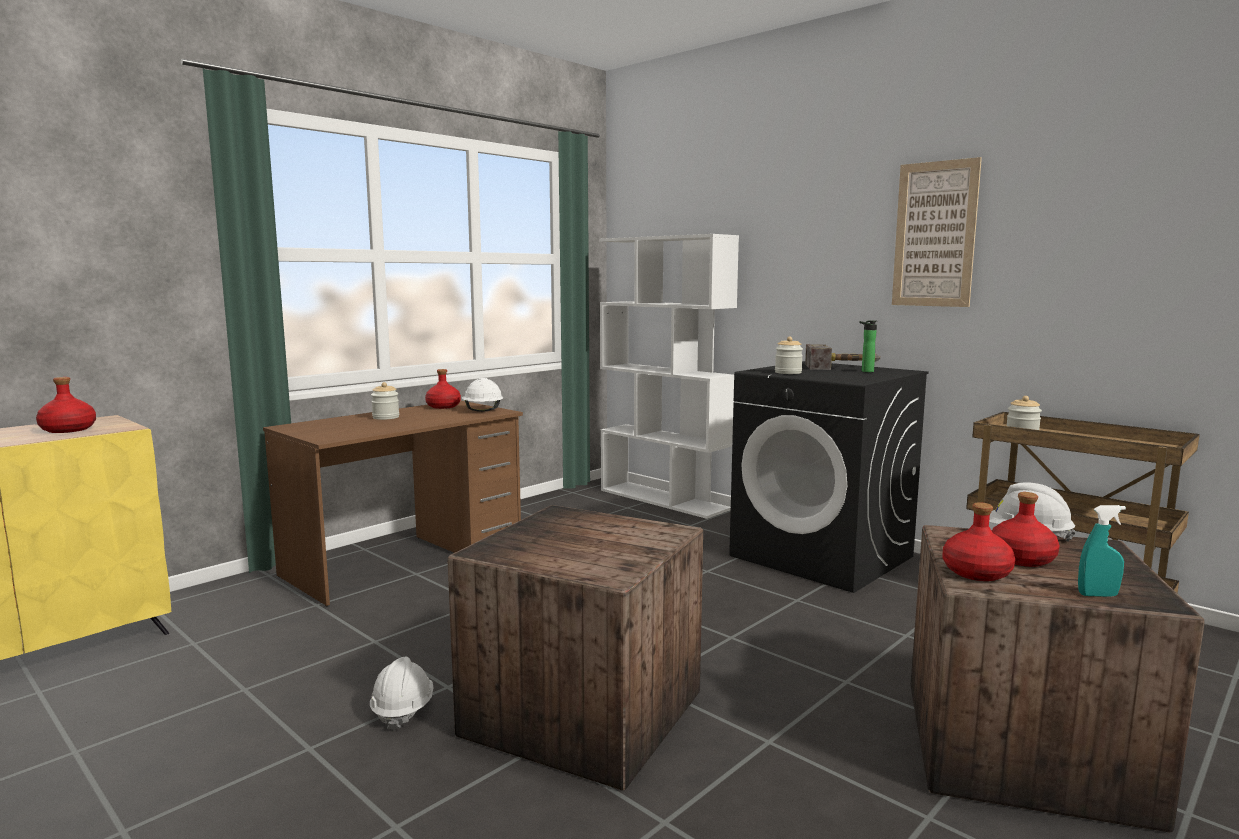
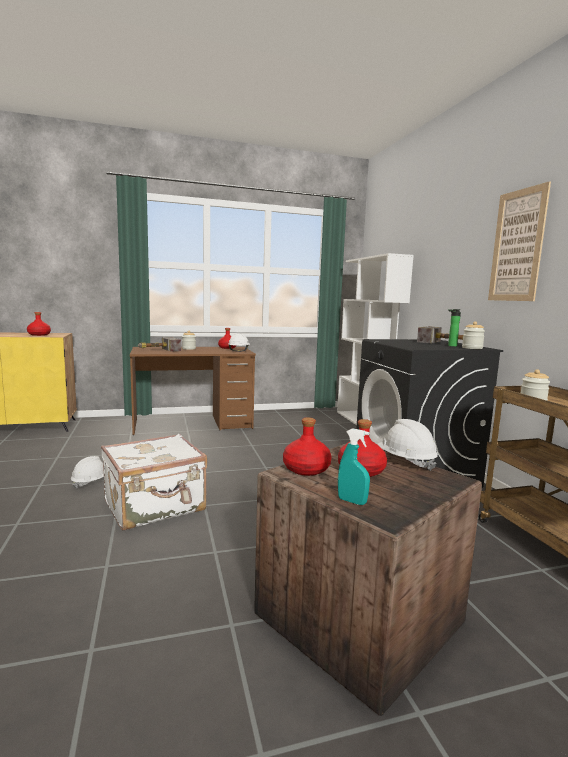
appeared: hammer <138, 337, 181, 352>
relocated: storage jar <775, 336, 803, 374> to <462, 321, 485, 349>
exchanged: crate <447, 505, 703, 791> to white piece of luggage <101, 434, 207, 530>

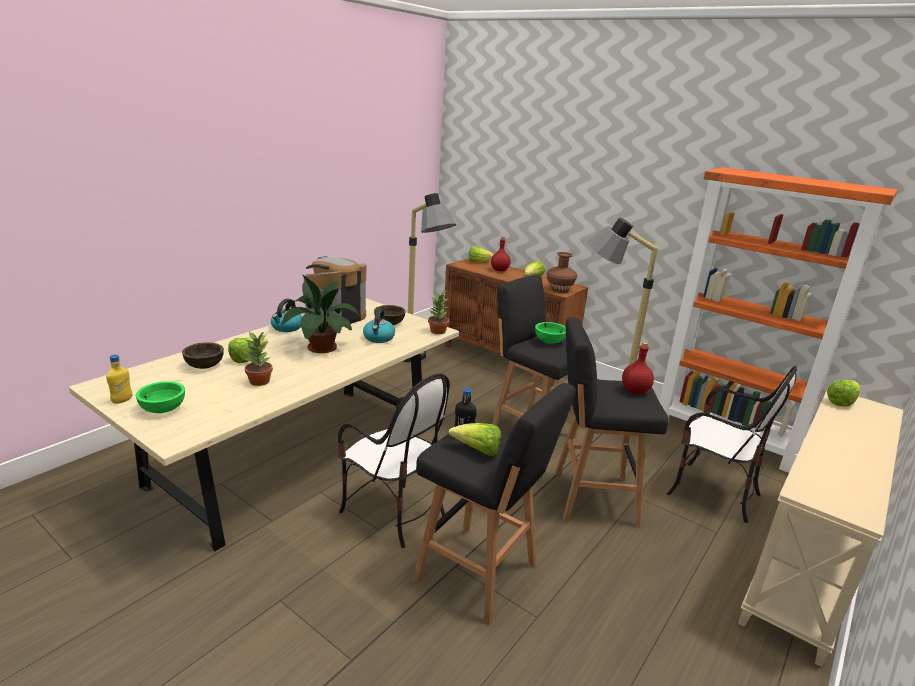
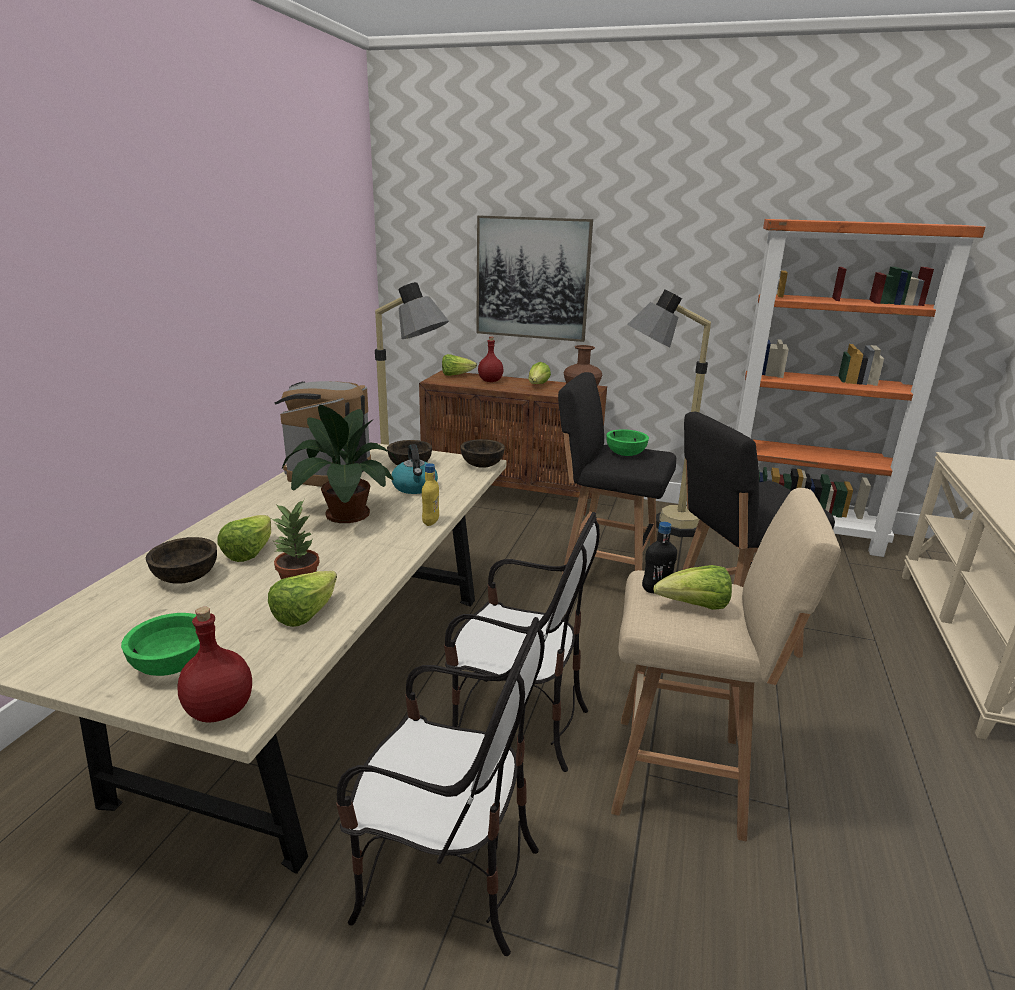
missing: water kettle <271, 299, 302, 332>
appeared: wall picture <476, 216, 593, 342>
relocated: yellow-coloured bottle <106, 354, 132, 404> to <422, 463, 439, 526>; red bottle <622, 342, 654, 394> to <178, 607, 252, 723>; upright chair <667, 366, 797, 523> to <336, 617, 545, 956>; head of lettuce <827, 380, 860, 407> to <268, 571, 337, 627>
exchanged: plant in a pot <428, 290, 449, 334> to brown-coloured deep dish <461, 439, 505, 468>
colour: black-coloured stool seat <413, 383, 576, 625> to beige stool seat <611, 488, 841, 841>

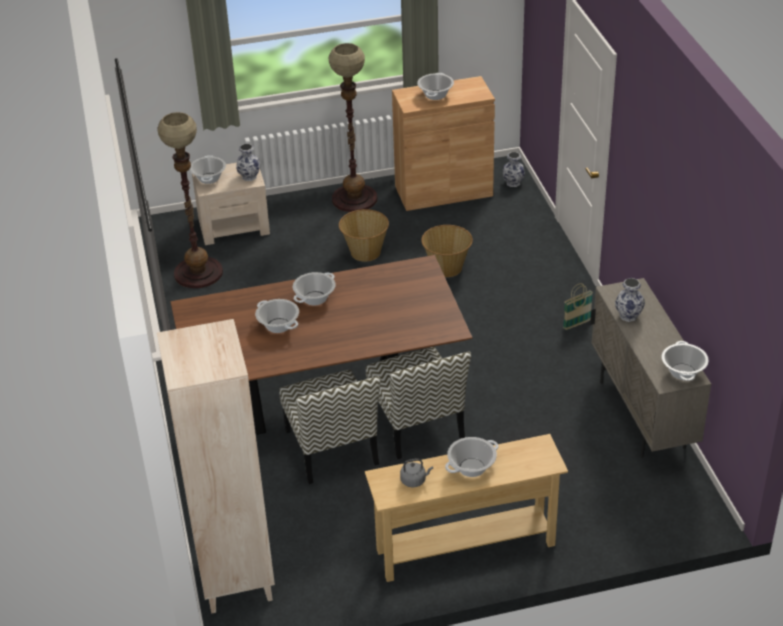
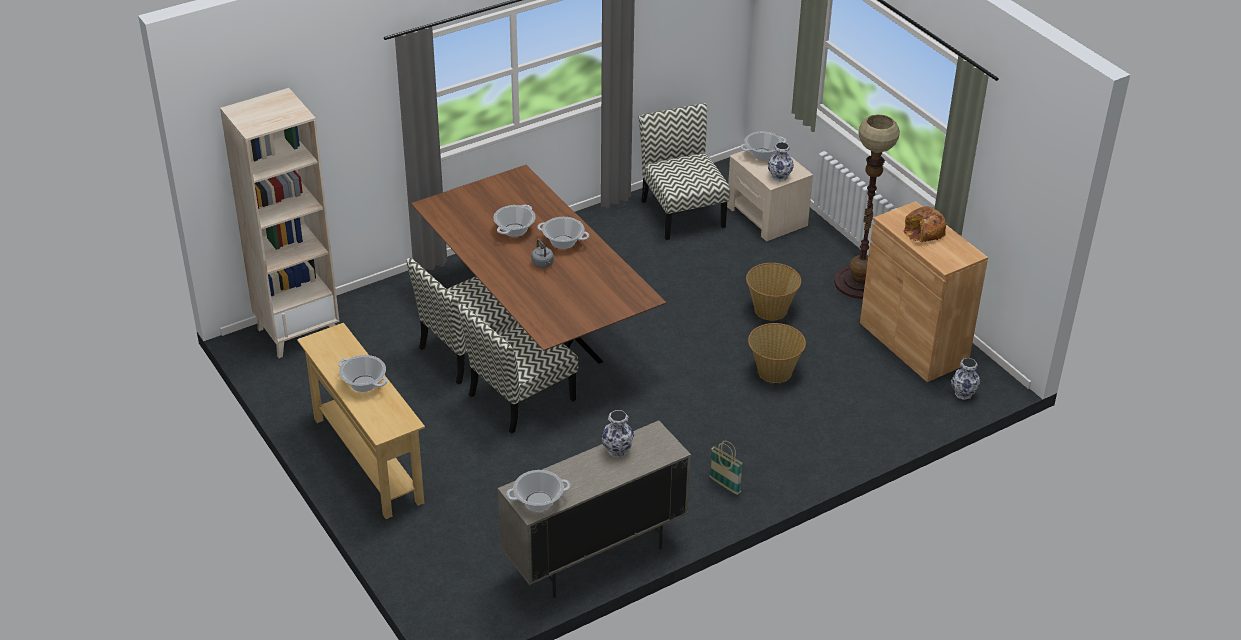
relocated: gray water kettle <400, 458, 433, 487> to <531, 239, 554, 268>
exchanged: standing lamp <157, 112, 223, 288> to upright chair <639, 103, 730, 240>; cooking pot <417, 73, 454, 100> to bread <903, 206, 946, 243>

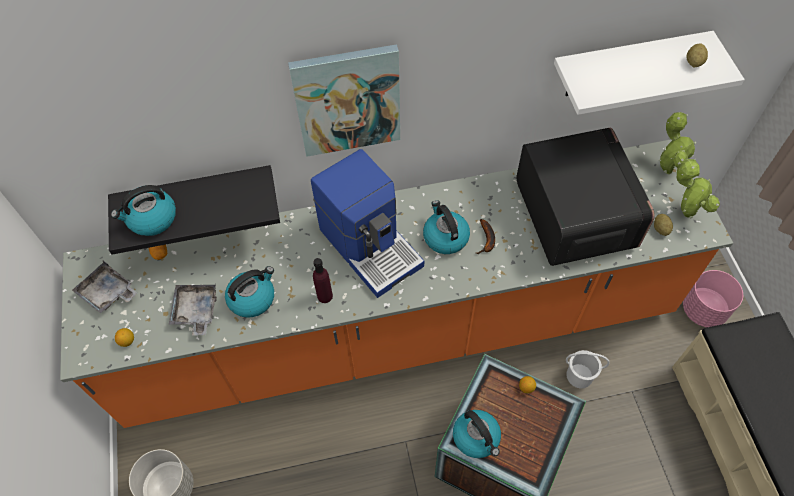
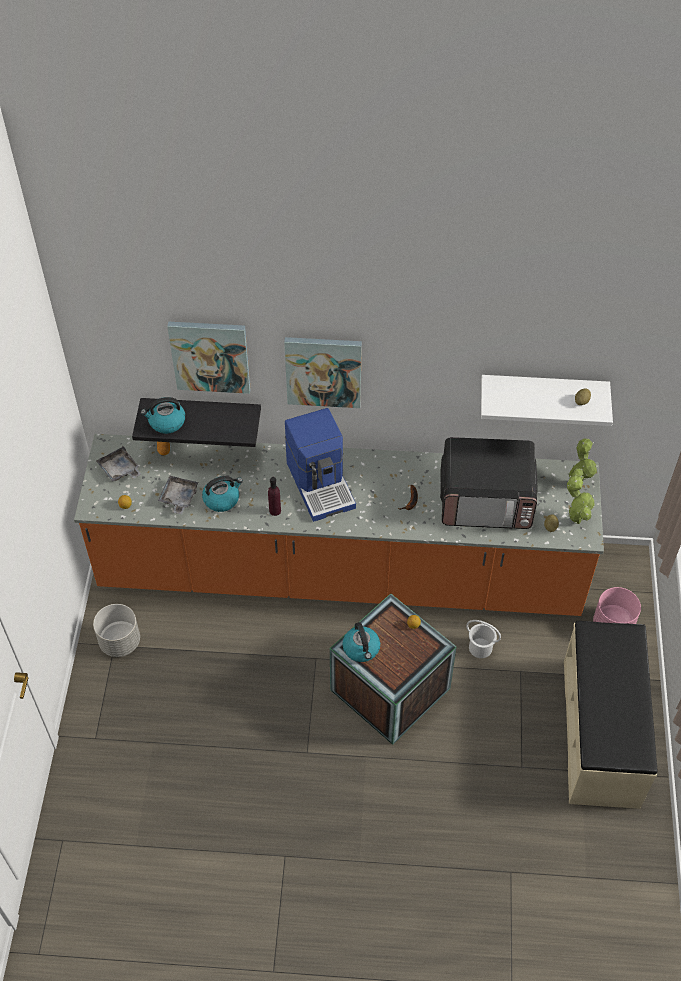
missing: water kettle <423, 200, 470, 254>
appeared: wall picture <167, 322, 251, 394>
spun: microwave oven <517, 127, 655, 266> = <440, 437, 538, 529> 90 degrees clockwise

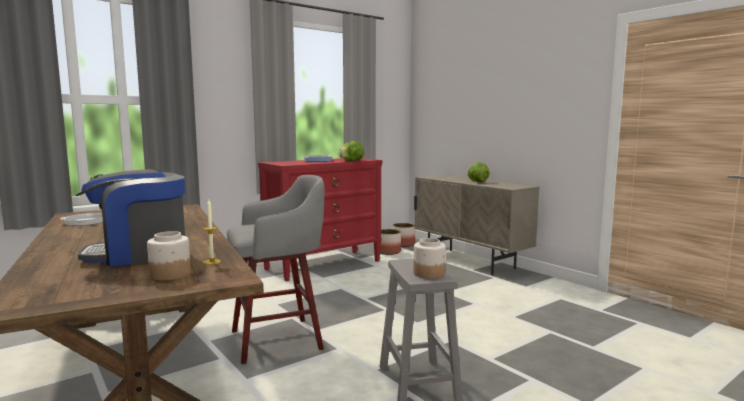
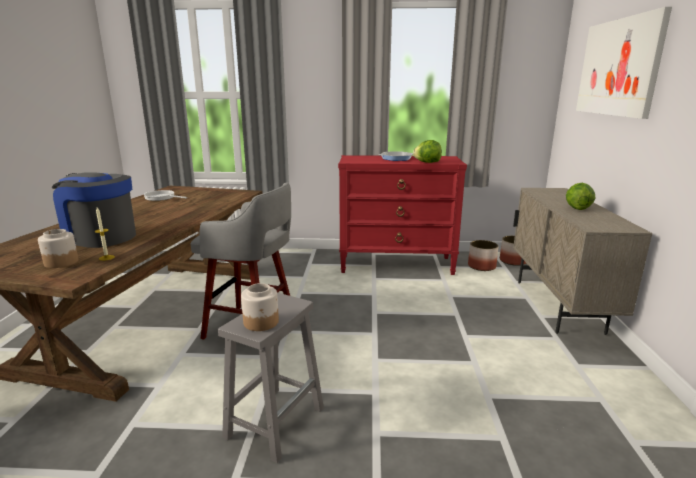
appeared: wall picture <576, 7, 672, 119>

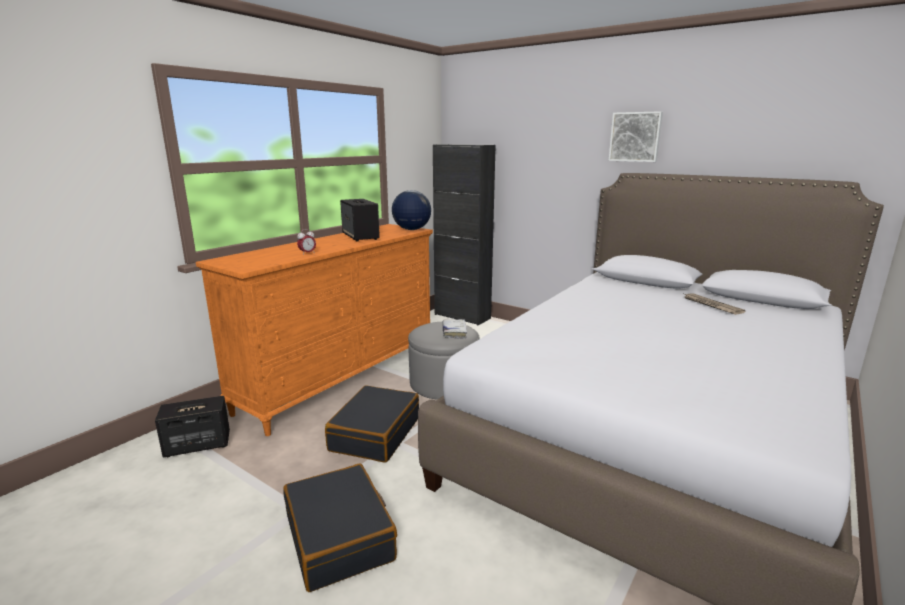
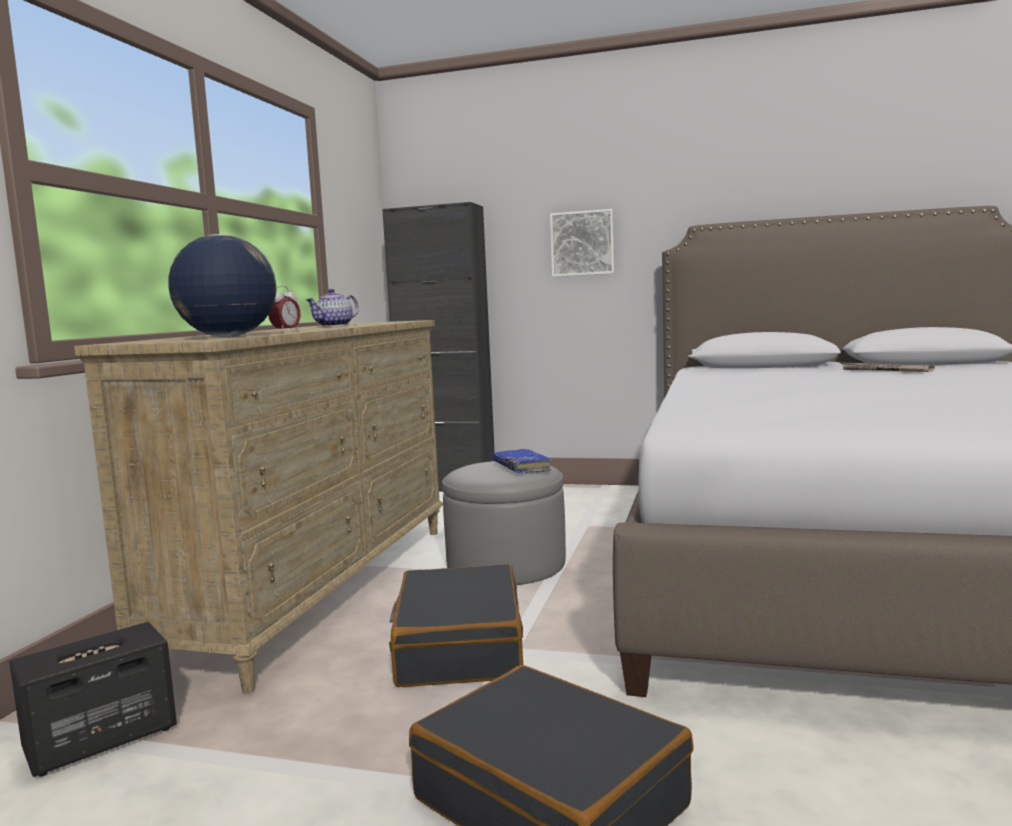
relocated: desk globe <392, 190, 431, 230> to <168, 234, 276, 337>; wall picture <608, 111, 663, 162> to <550, 209, 615, 277>
exchanged: speaker <340, 199, 380, 242> to tea pot <306, 289, 359, 327>
colour: orange chest of drawers <196, 224, 433, 436> to beige chest of drawers <74, 320, 443, 694>; white volume <443, 319, 467, 339> to blue volume <493, 449, 552, 473>

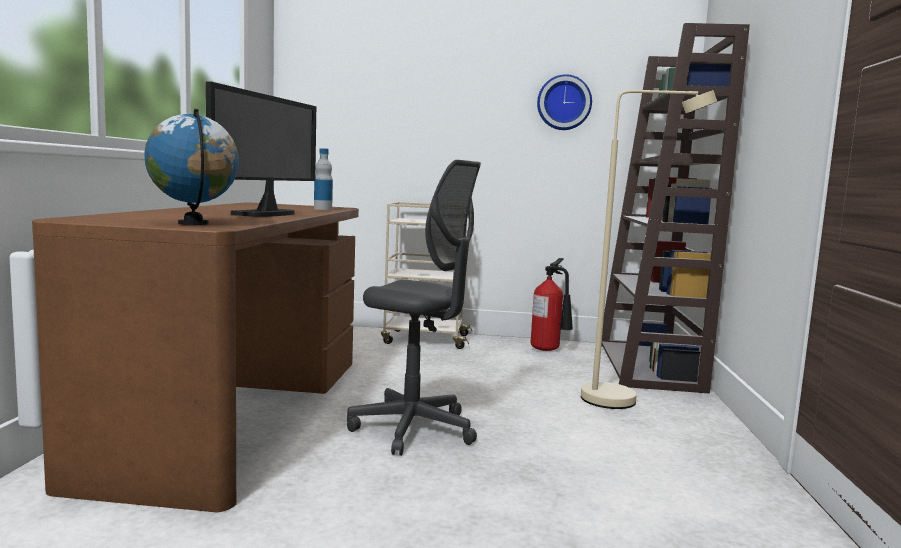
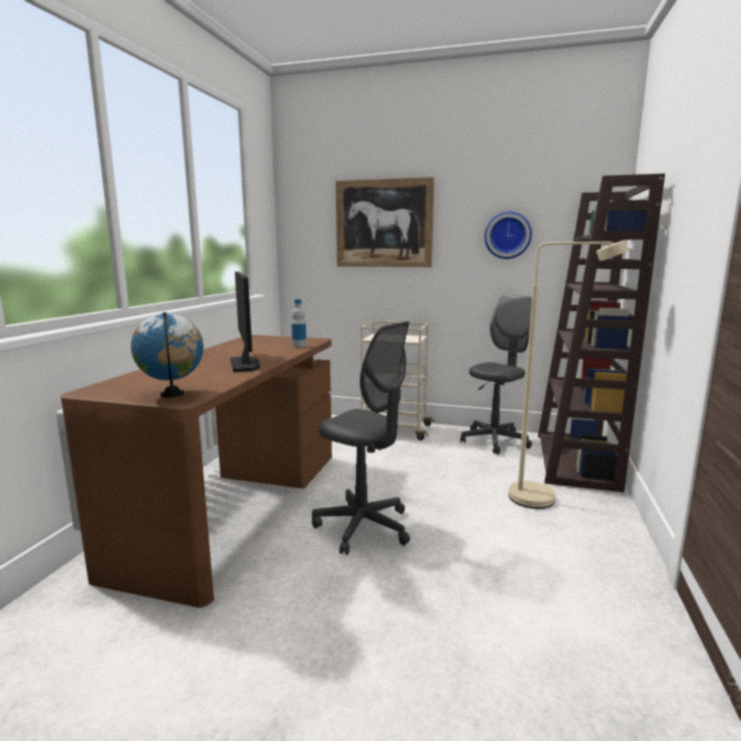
appeared: wall picture <336, 177, 434, 267>
exchanged: fire extinguisher <531, 258, 573, 351> to gray computer chair <460, 295, 532, 455>
spun: computer display <206, 81, 316, 217> = <230, 271, 260, 372> 45 degrees counterclockwise

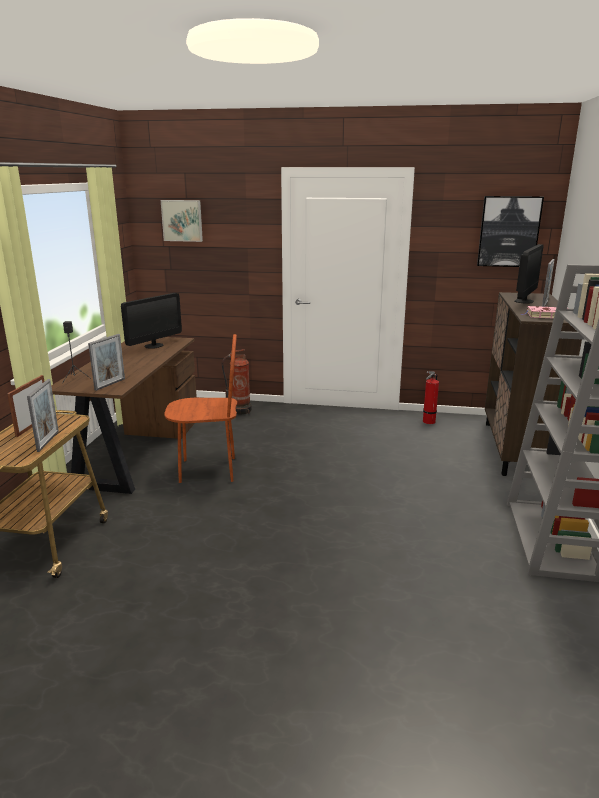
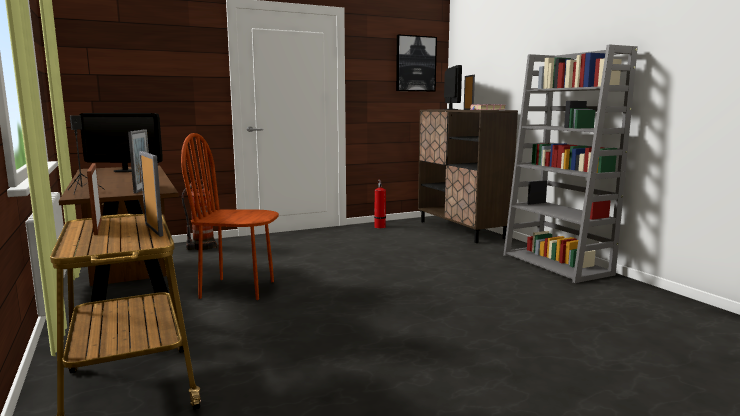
missing: wall picture <161, 200, 203, 242>
spun: computer display <121, 293, 182, 349> = <79, 113, 163, 172> 90 degrees clockwise; brown-coloured upright chair <165, 334, 237, 483> = <181, 133, 279, 300> 135 degrees counterclockwise

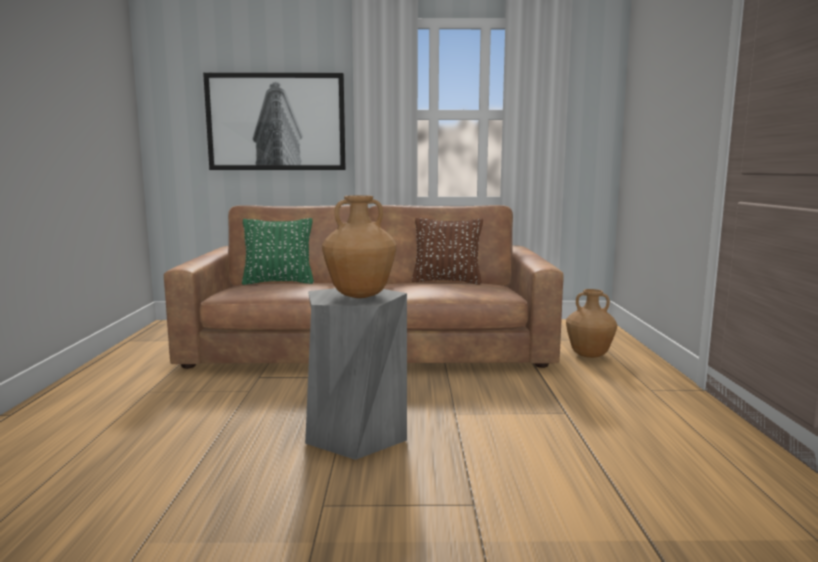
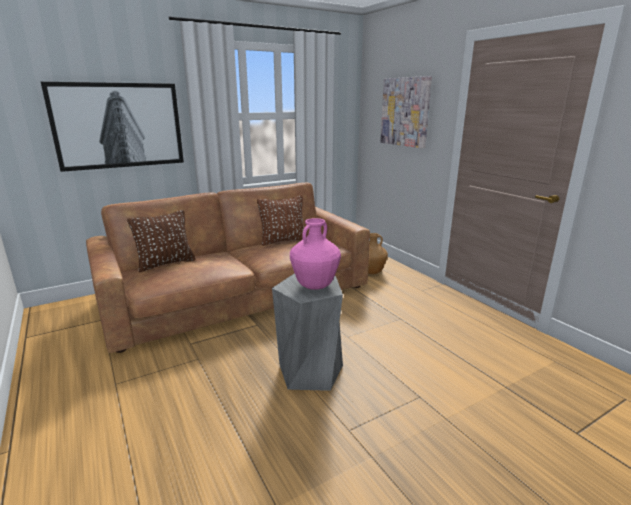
appeared: wall picture <380, 76, 432, 148>
colour: green pillow <242, 218, 314, 285> to brown-coloured pillow <127, 210, 195, 273>; brown-coloured flower vase <322, 195, 397, 298> to pink-coloured flower vase <290, 218, 341, 290>

